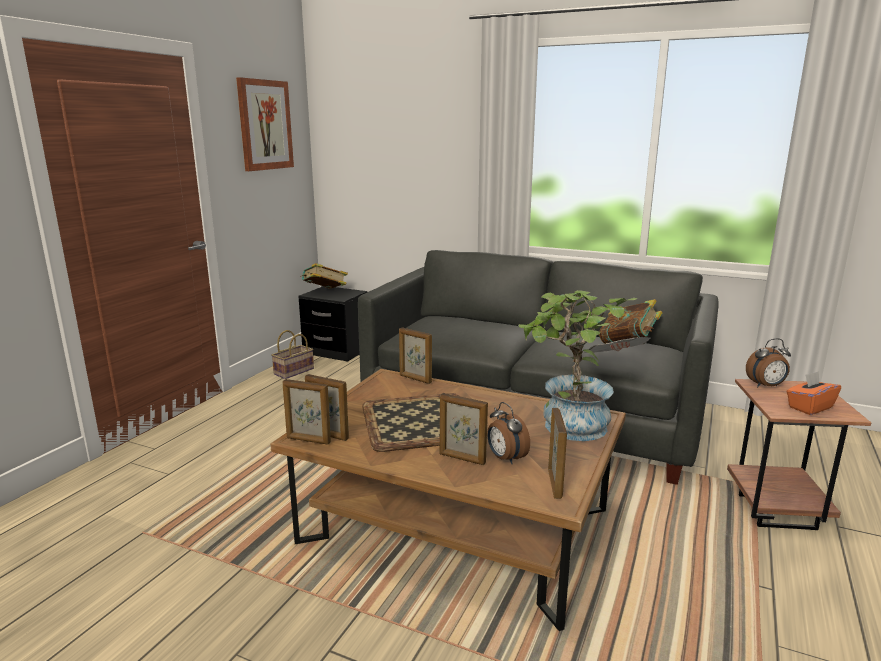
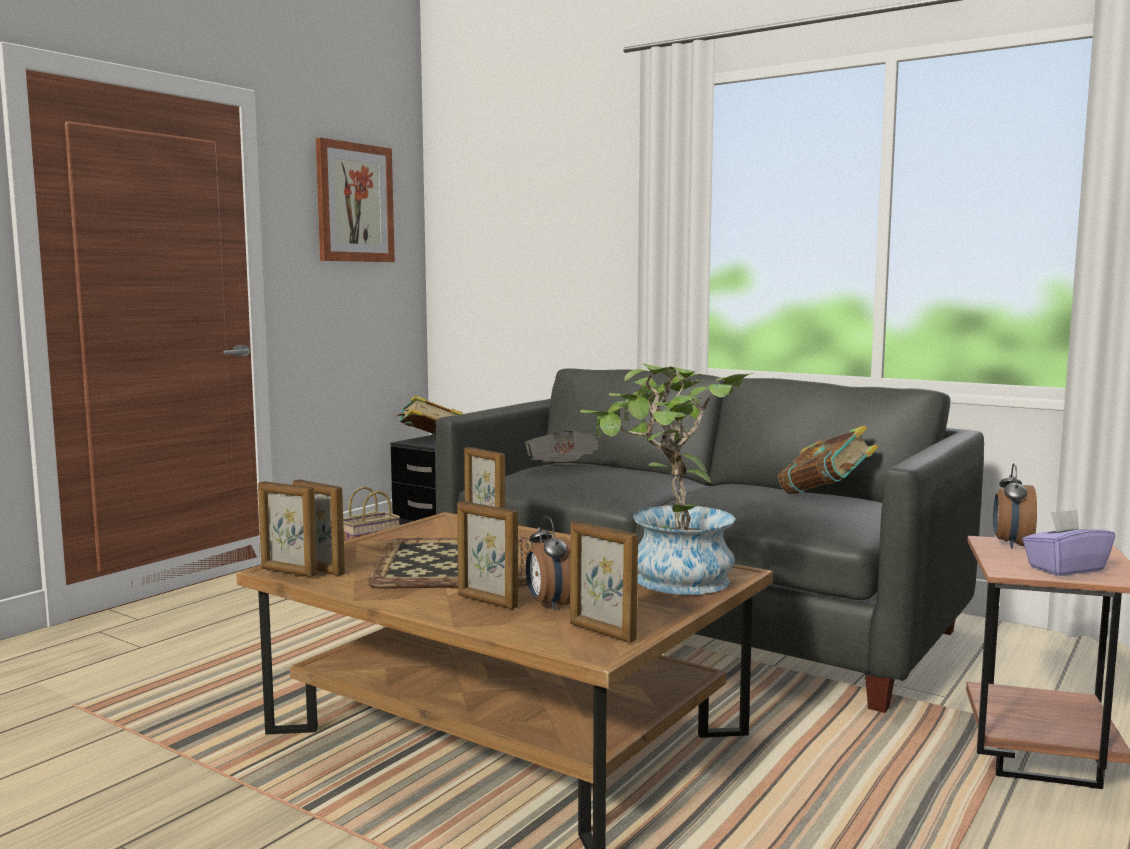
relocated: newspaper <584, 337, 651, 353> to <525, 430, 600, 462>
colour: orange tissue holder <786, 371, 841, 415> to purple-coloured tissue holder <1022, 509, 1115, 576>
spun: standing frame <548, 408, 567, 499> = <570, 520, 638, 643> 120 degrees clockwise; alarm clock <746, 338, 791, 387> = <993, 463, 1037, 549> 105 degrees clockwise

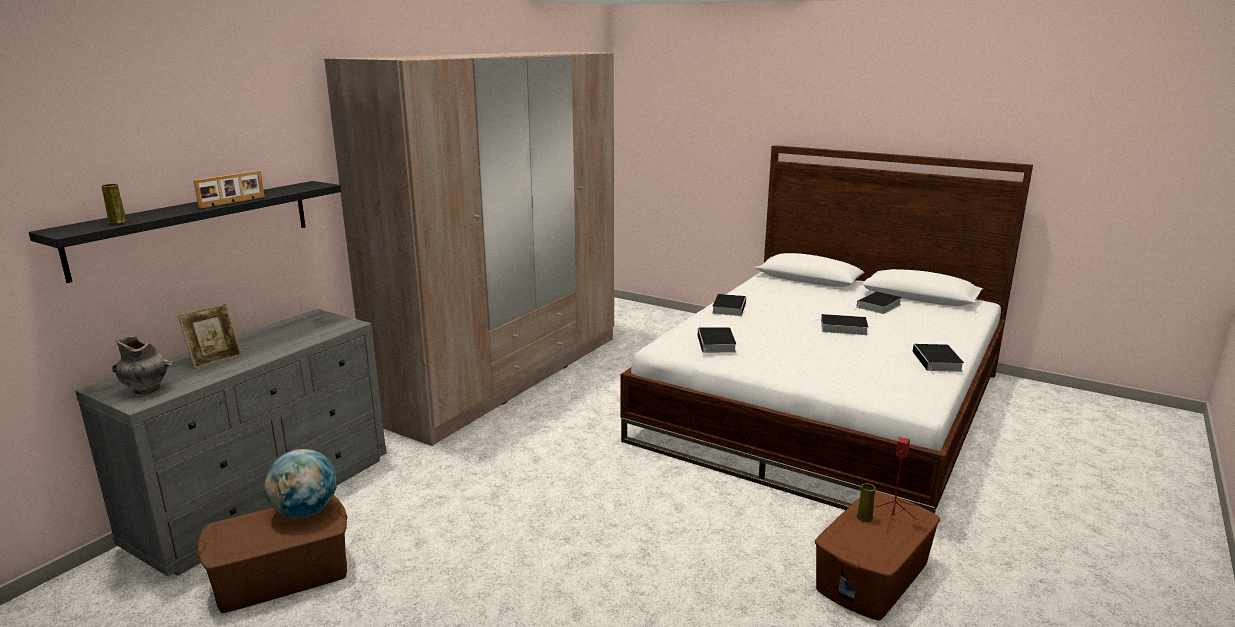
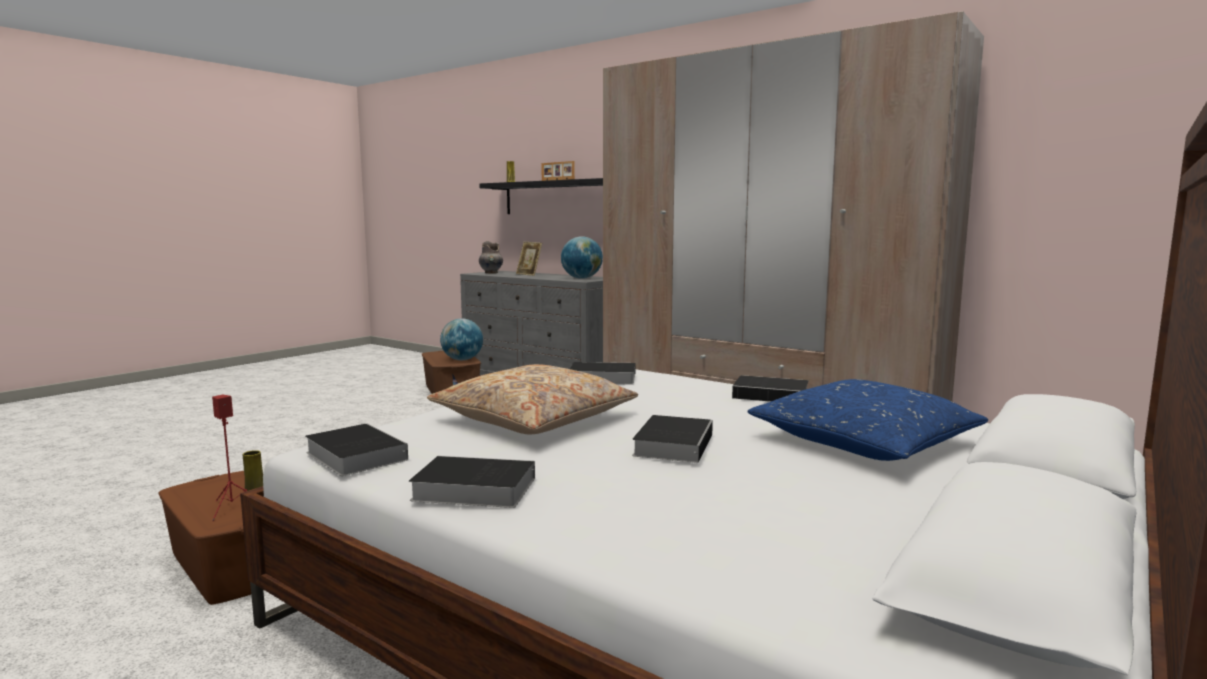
appeared: beige pillow <427, 364, 638, 434>; desk globe <561, 236, 603, 279>; blue pillow <748, 379, 989, 461>
relocated: volume <855, 291, 902, 314> to <305, 423, 408, 476>

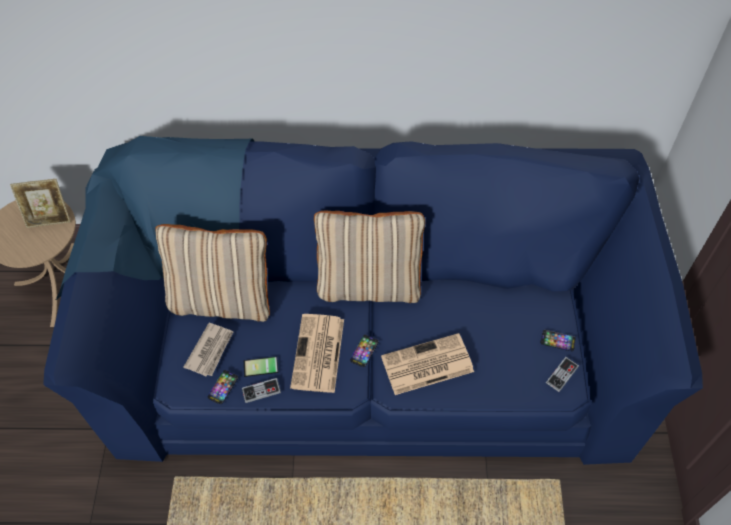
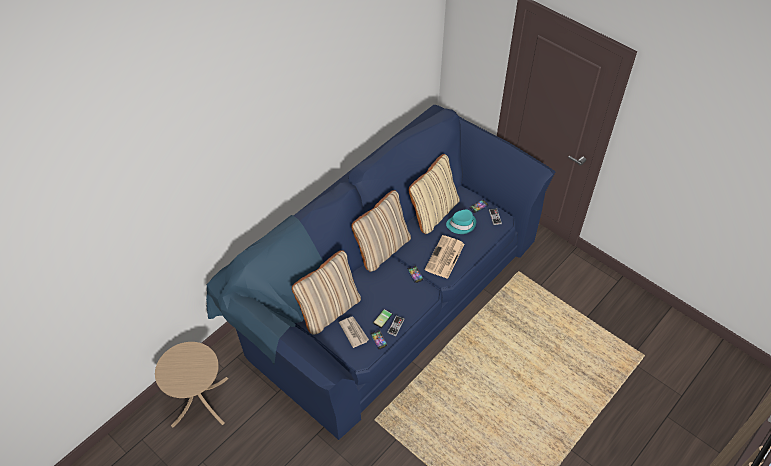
missing: standing frame <10, 179, 71, 228>; newspaper <290, 314, 344, 393>
appeared: beige pillow <409, 154, 460, 234>; turquoise clothing hat <446, 210, 476, 234>

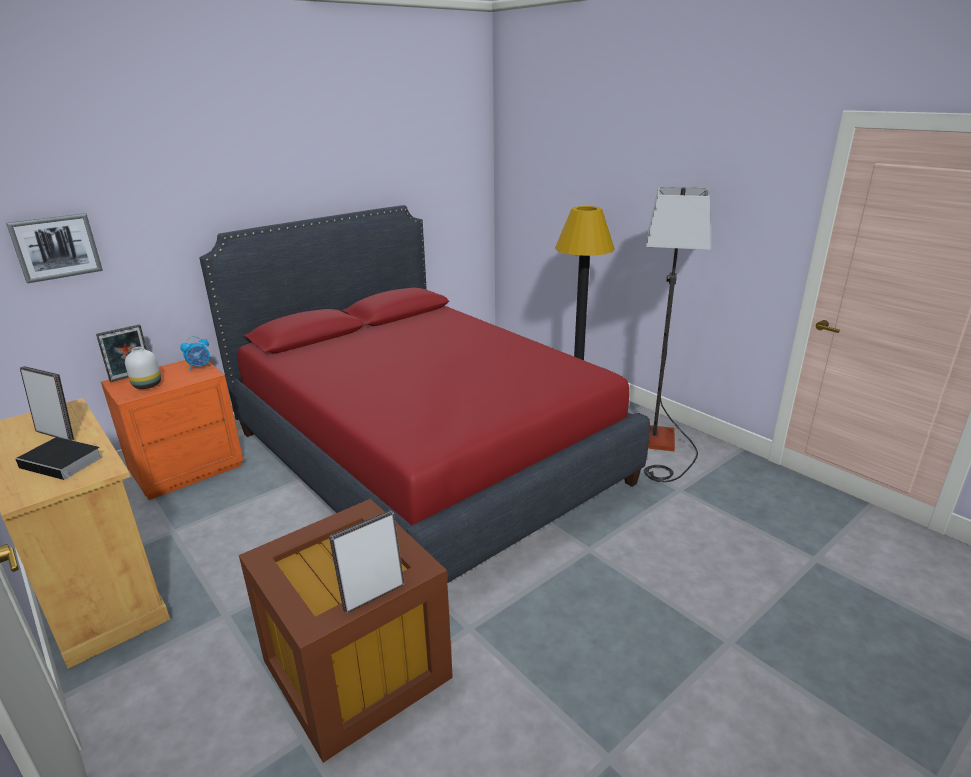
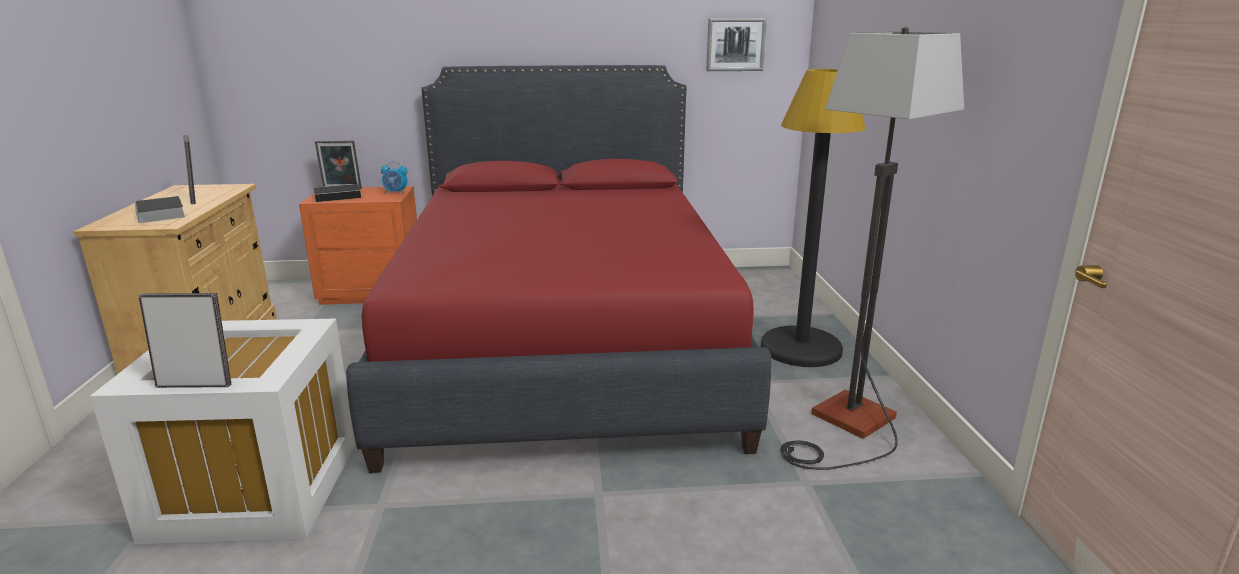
relocated: wall picture <6, 213, 103, 284> to <706, 18, 767, 71>
exchanged: white flower vase <125, 347, 161, 389> to volume <314, 184, 370, 202>
colour: brown-coloured storage container <239, 499, 453, 763> to white storage container <90, 319, 356, 544>

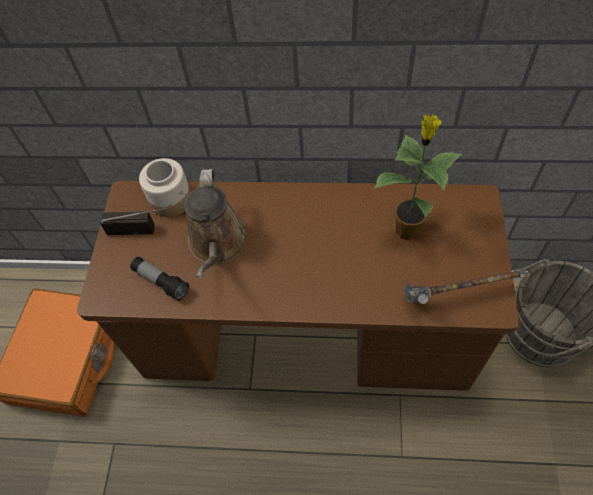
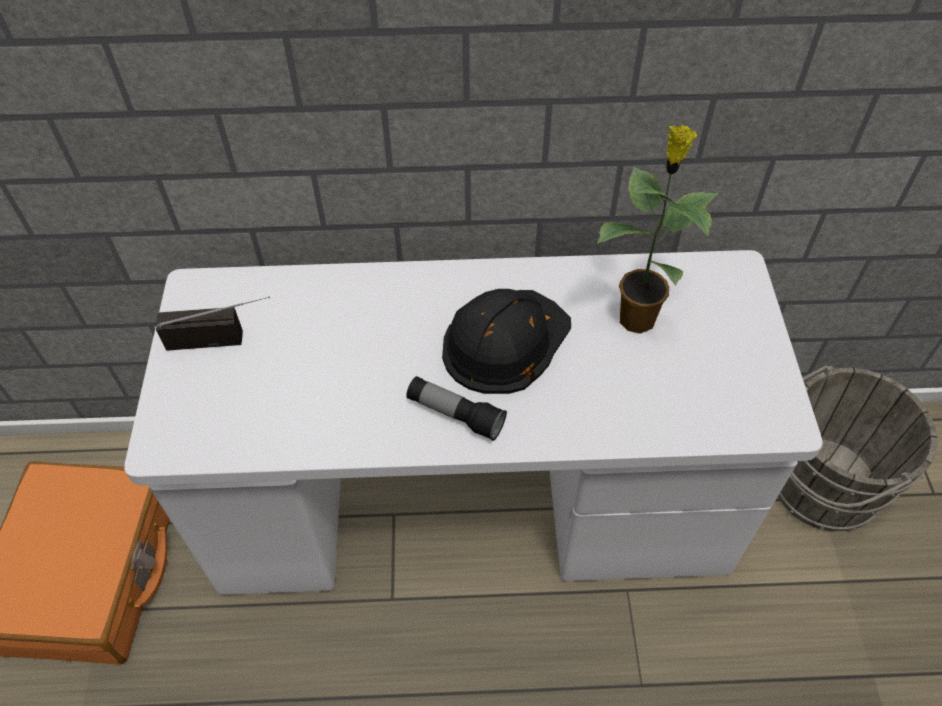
missing: storage jar <139, 158, 191, 217>; brown-coloured watering can <185, 169, 248, 279>; hammer <404, 269, 527, 304>
appeared: black-coloured hard hat <442, 289, 571, 394>
relocated: flashlight <130, 257, 189, 301> to <406, 376, 507, 441>
colour: brown-coloured desk table <77, 180, 519, 391> to white desk table <124, 250, 823, 595>

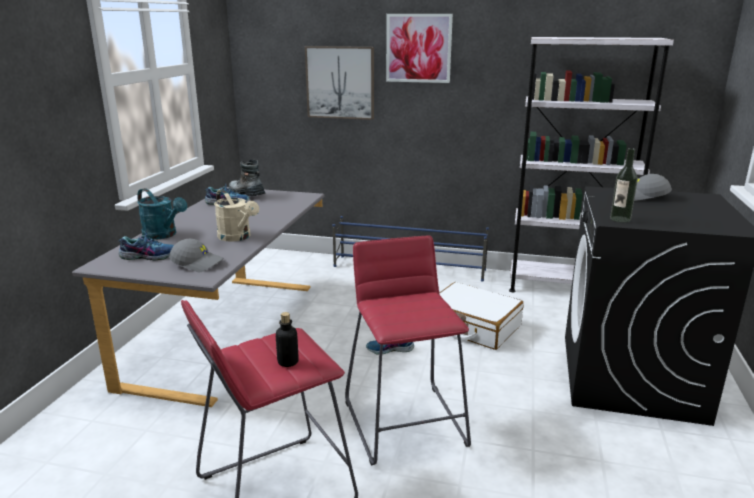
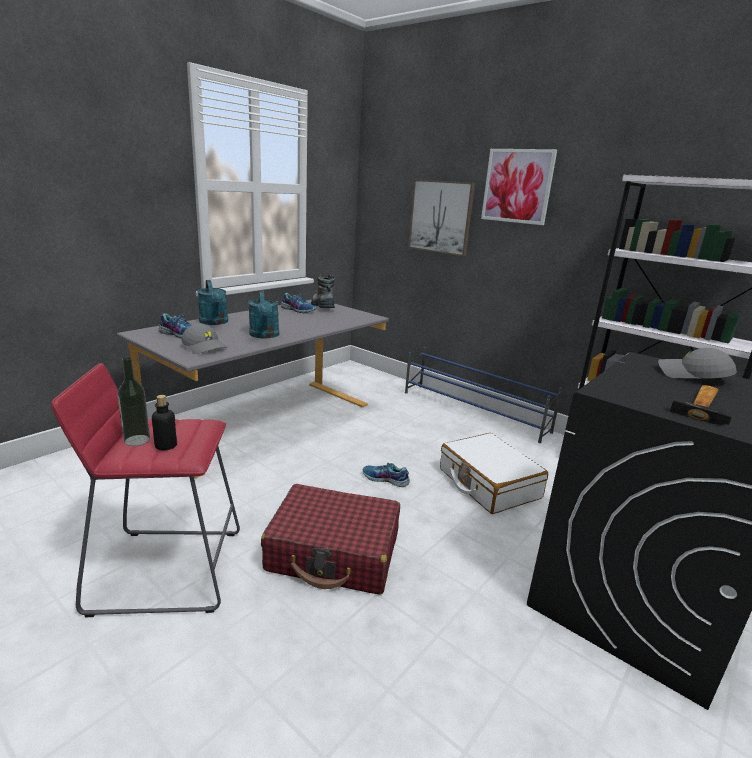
appeared: hammer <670, 385, 732, 425>
relocated: bottle <610, 148, 638, 223> to <117, 357, 150, 446>
exchanged: red stool seat <345, 236, 471, 466> to red piece of luggage <261, 484, 400, 595>
colour: beige watering can <214, 189, 259, 242> to turquoise watering can <248, 290, 279, 338>

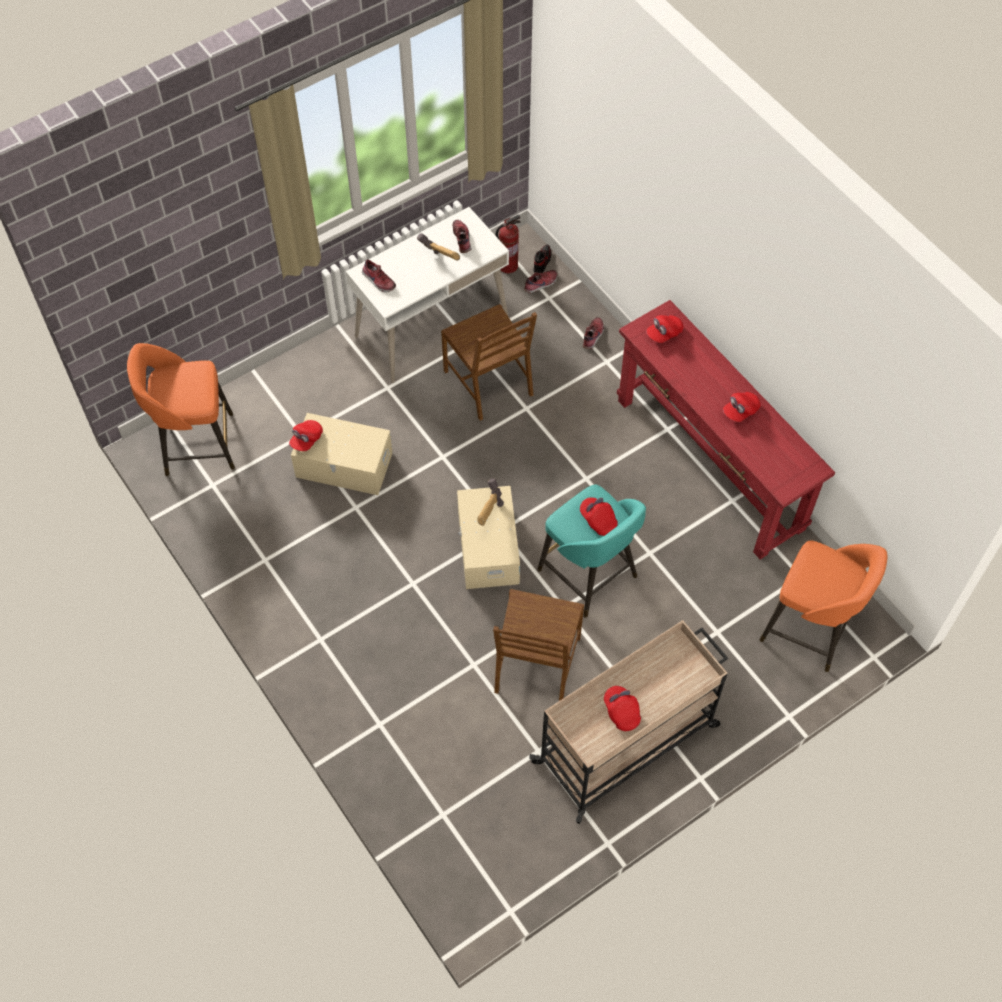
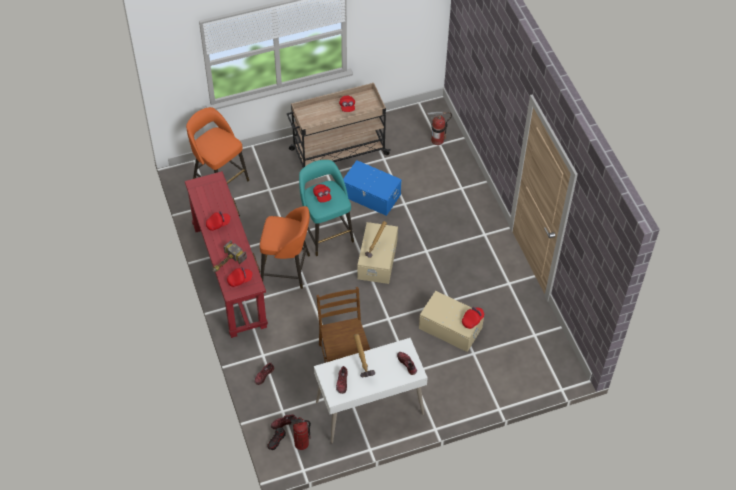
appeared: hammer <213, 240, 247, 272>; fire extinguisher <427, 112, 452, 145>
relocated: orange stool seat <127, 343, 235, 476> to <260, 206, 310, 289>
exchanged: brown-coloured upright chair <493, 589, 584, 701> to blue storage container <343, 160, 402, 216>

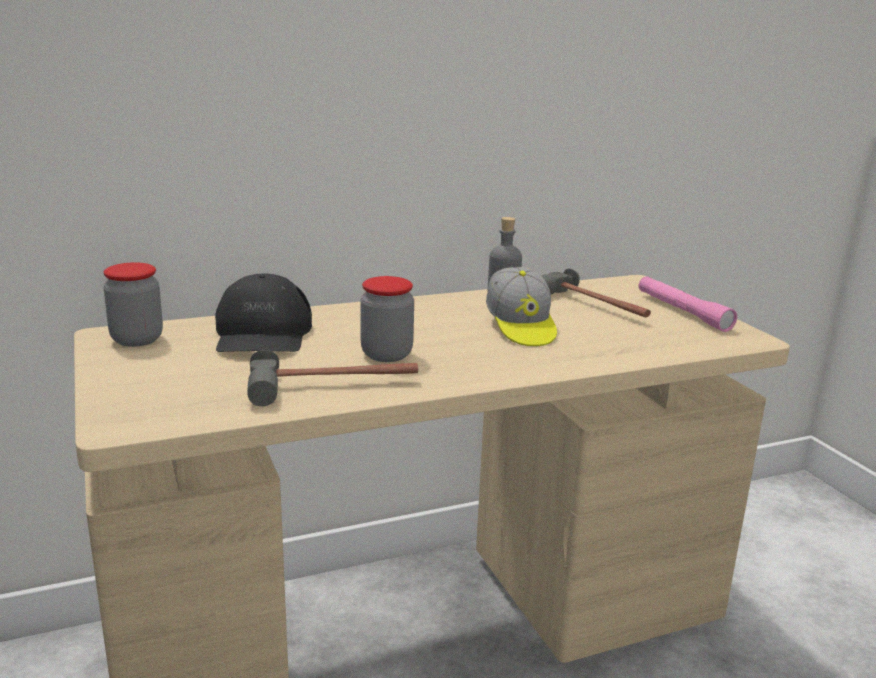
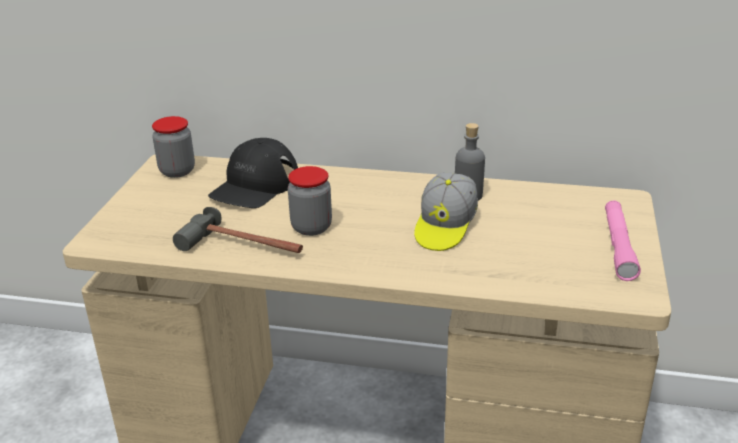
missing: hammer <541, 269, 651, 317>

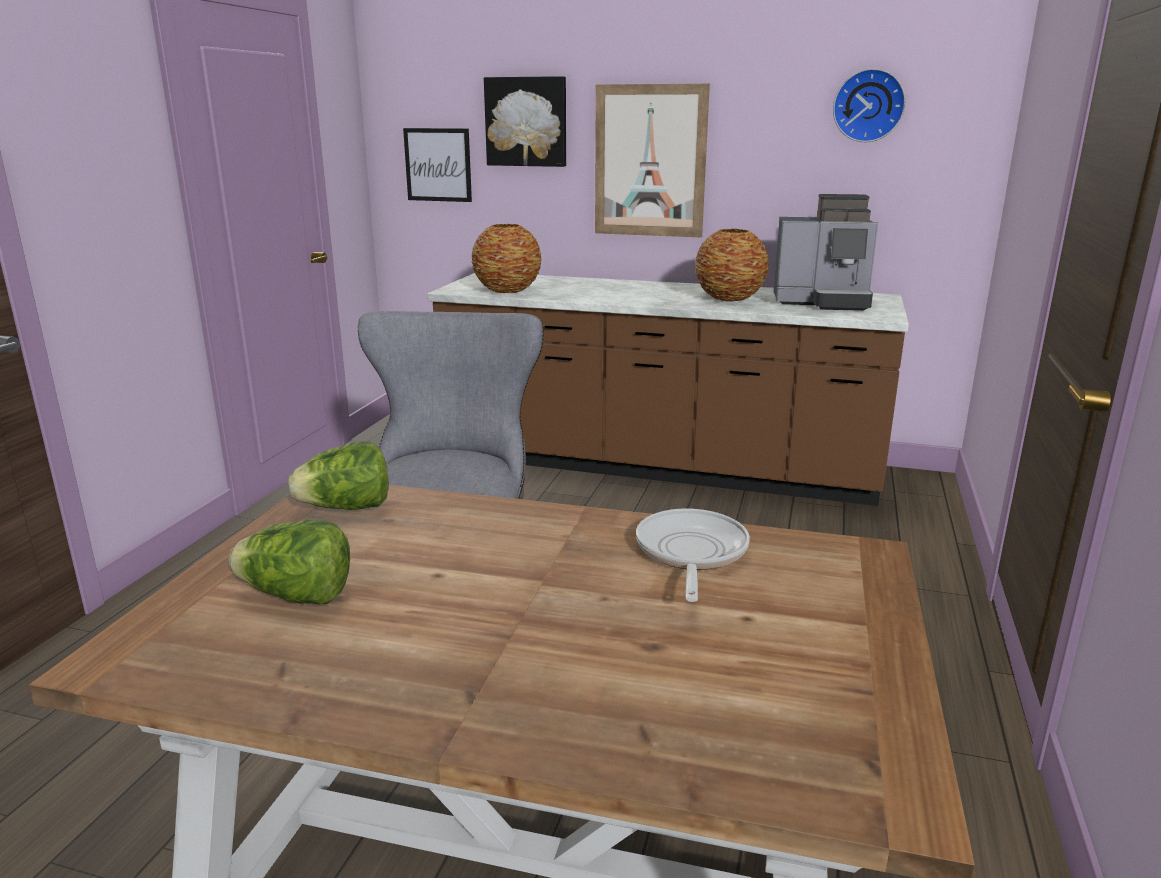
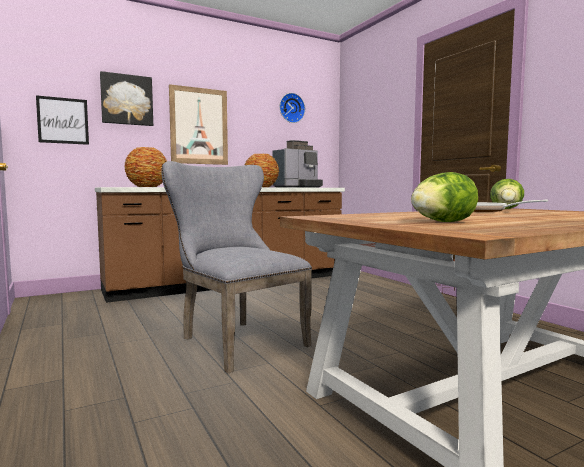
relocated: head of lettuce <288, 441, 389, 510> to <490, 179, 524, 209>

